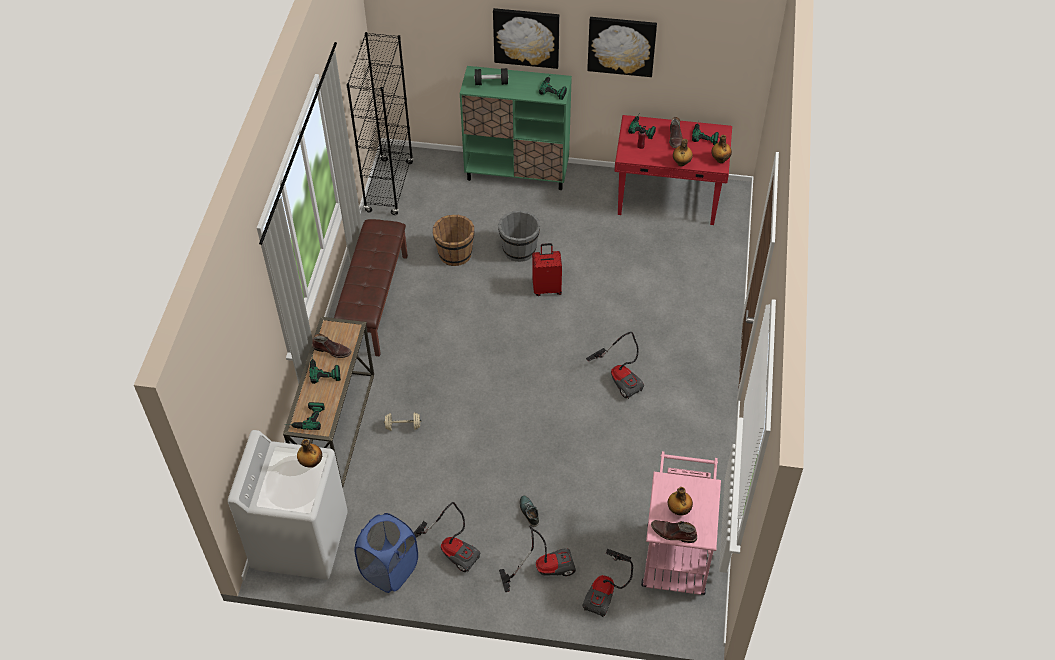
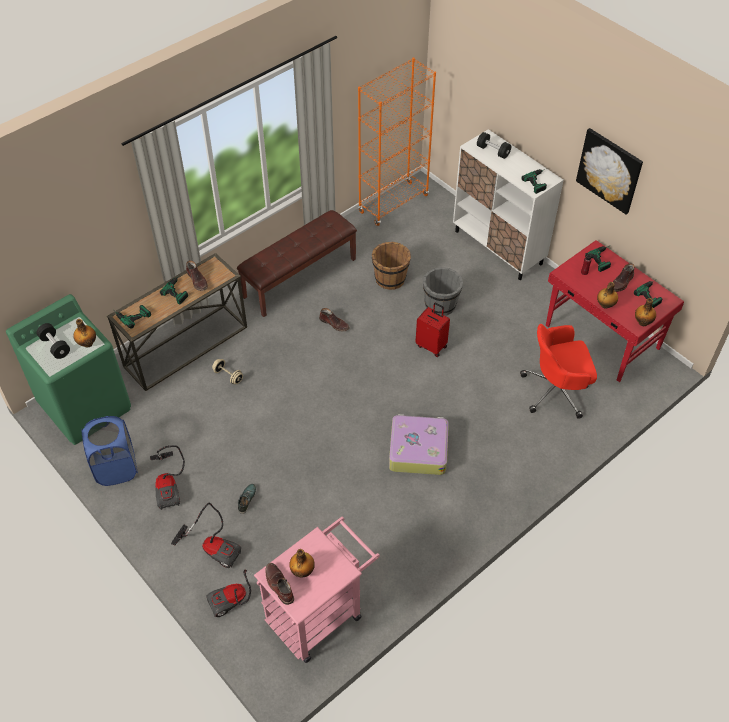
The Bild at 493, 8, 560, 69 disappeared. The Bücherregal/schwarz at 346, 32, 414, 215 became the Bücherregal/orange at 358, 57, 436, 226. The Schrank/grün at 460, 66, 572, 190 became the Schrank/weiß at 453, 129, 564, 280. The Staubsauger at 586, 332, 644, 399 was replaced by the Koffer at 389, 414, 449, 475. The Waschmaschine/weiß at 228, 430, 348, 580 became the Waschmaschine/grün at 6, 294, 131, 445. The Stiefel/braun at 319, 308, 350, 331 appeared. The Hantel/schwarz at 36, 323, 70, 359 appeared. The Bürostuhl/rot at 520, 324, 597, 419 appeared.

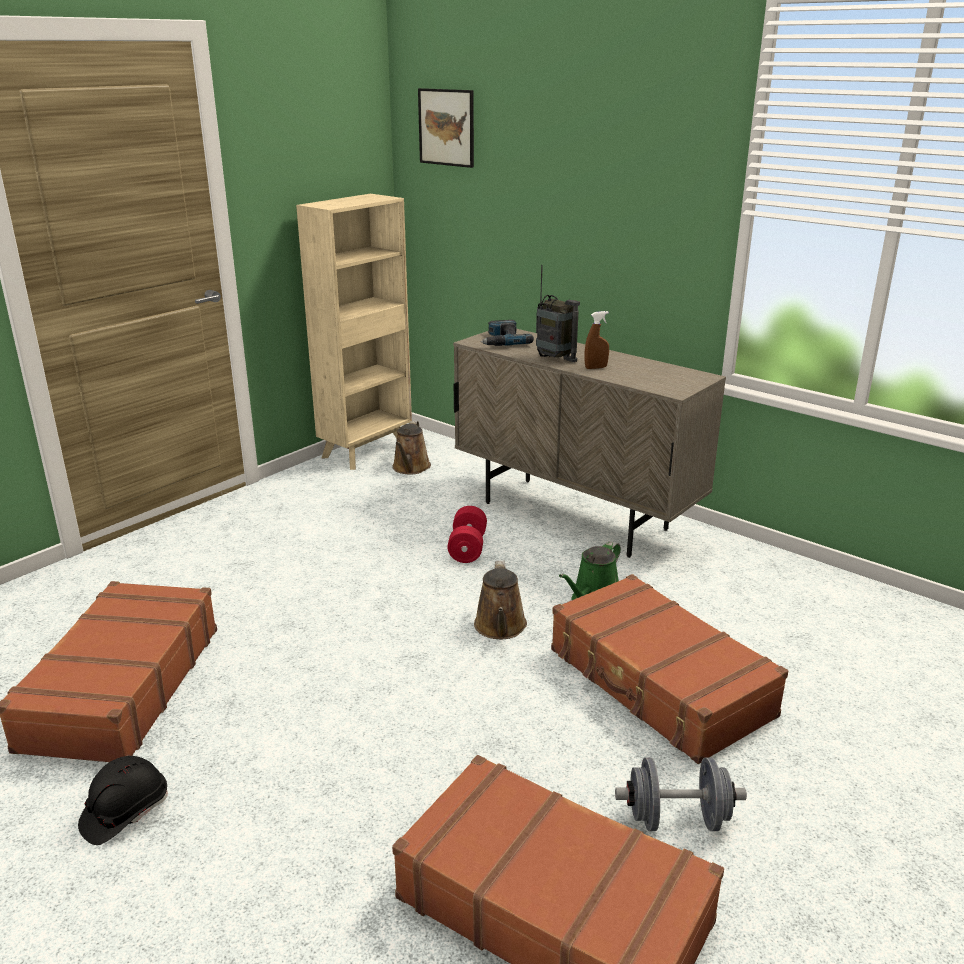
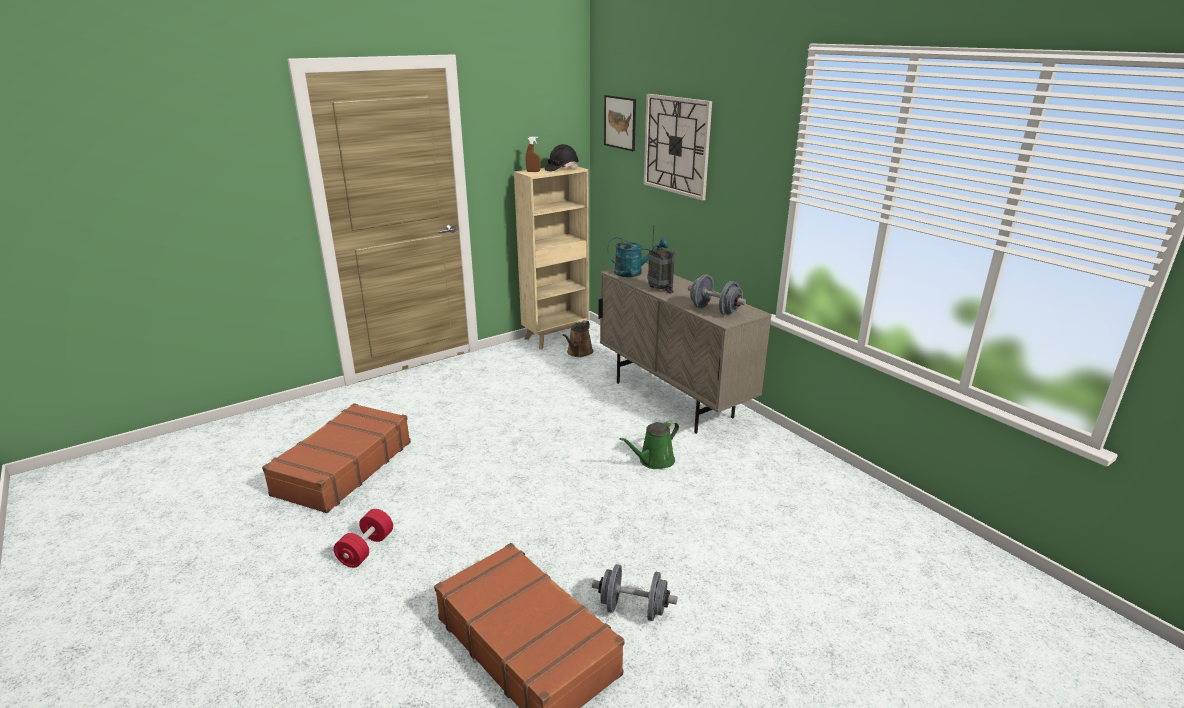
The Sprühflasche/braun moved from 585, 311, 609, 369 to 526, 137, 541, 172. The Bohrmaschine at 481, 320, 534, 346 was replaced by the Gießkanne/türkis at 608, 237, 668, 277. The Hantel/rot moved from 448, 506, 487, 563 to 334, 509, 393, 568. The Gießkanne/braun at 474, 560, 527, 639 disappeared. The Koffer/braun at 551, 574, 788, 764 disappeared. The Schutzhelm/schwarz moved from 78, 756, 168, 845 to 545, 144, 579, 171. The Wanduhr at 644, 94, 712, 201 appeared. The Hantel/grau at 688, 274, 746, 316 appeared.

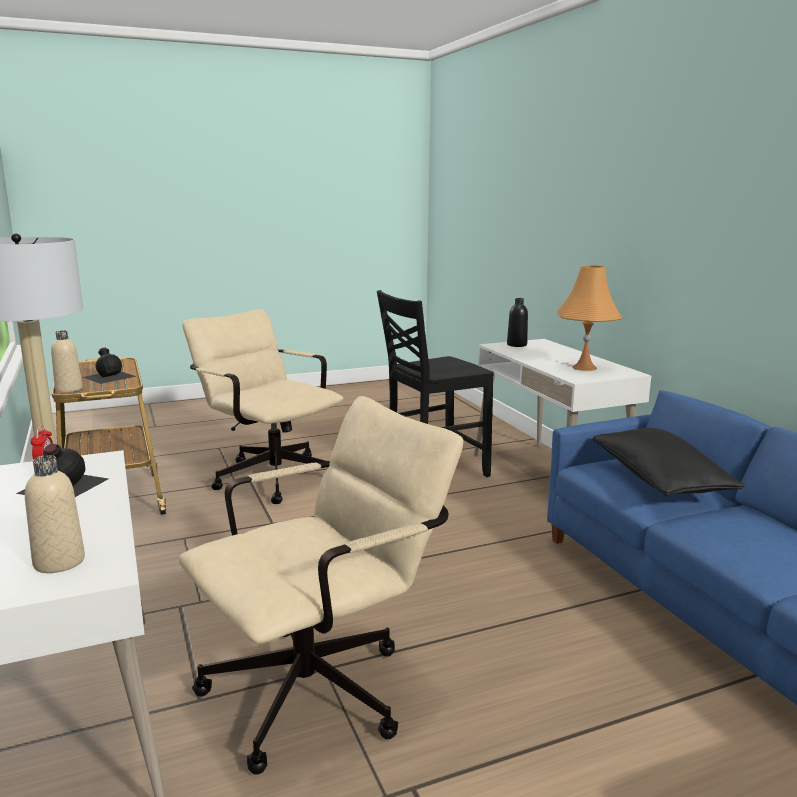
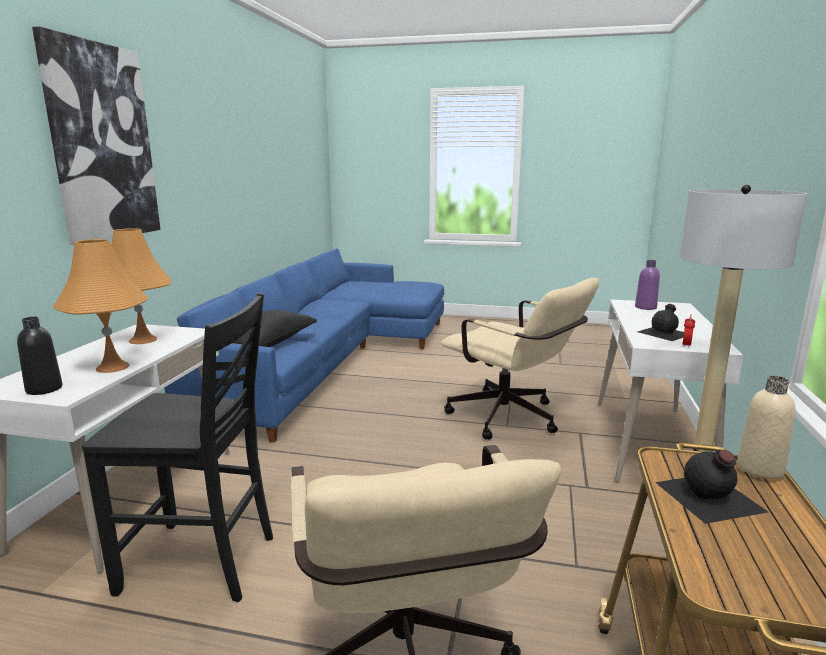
The Bürostuhl/beige at 179, 396, 463, 775 turned 135 degrees counterclockwise. The Flasche/beige at 25, 455, 85, 573 became the Flasche/lila at 635, 260, 660, 310. The Bild at 32, 26, 161, 245 appeared. The Tischlampe/orange at 53, 239, 149, 373 appeared.

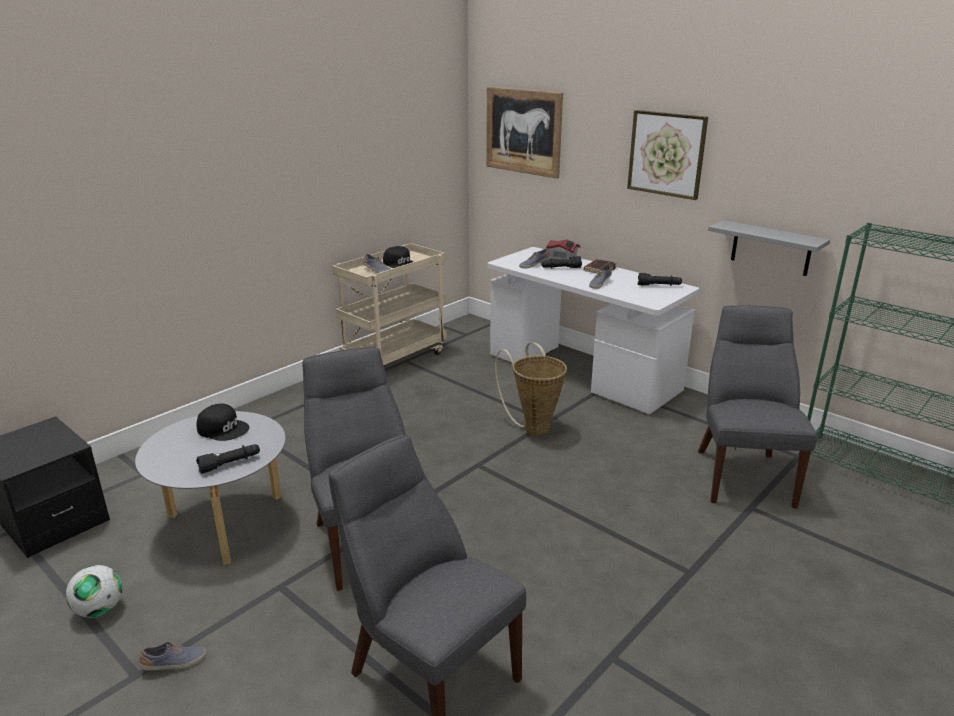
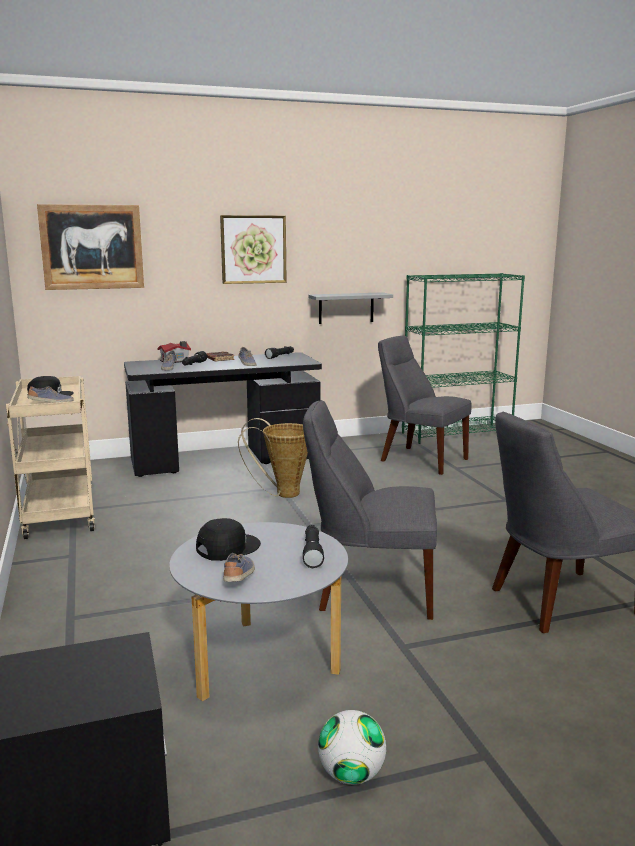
The Schreibtisch/weiß at 488, 247, 699, 414 became the Schreibtisch/schwarz at 124, 352, 322, 477. The Schuh moved from 139, 642, 207, 671 to 223, 553, 255, 582.

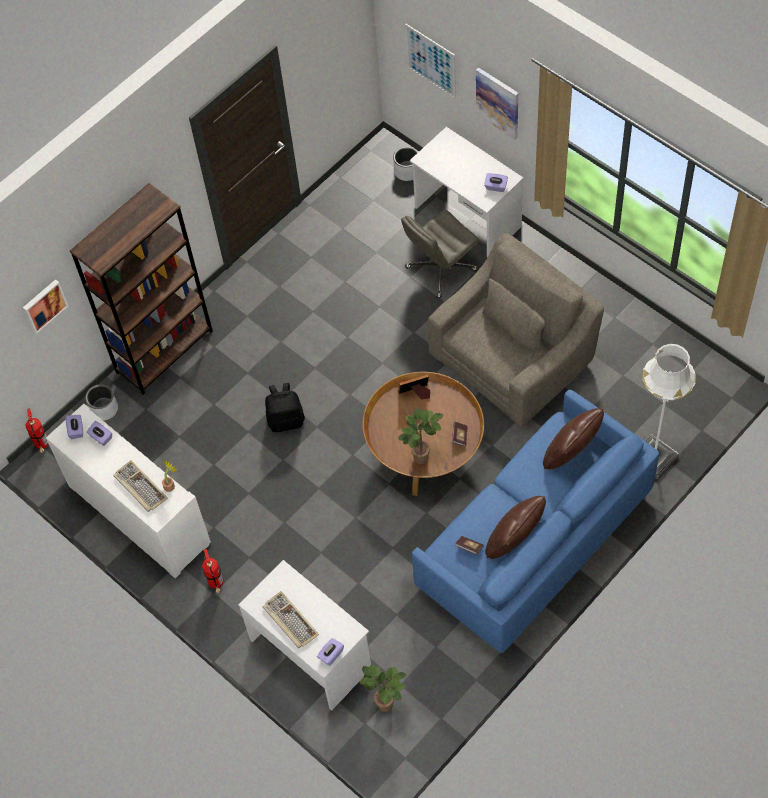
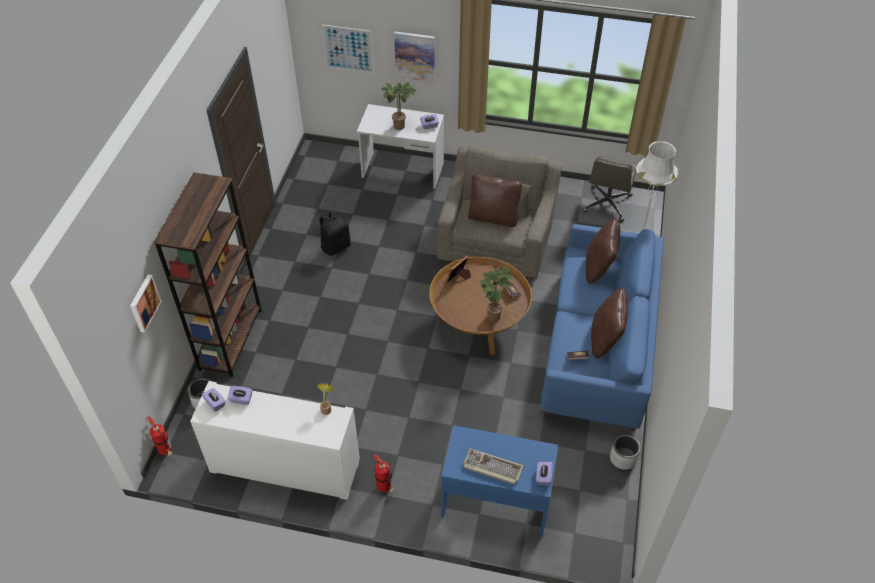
The Pflanzkübel/grau moved from 393, 146, 418, 181 to 610, 434, 641, 470. The Bürostuhl/grau moved from 401, 210, 479, 298 to 583, 156, 637, 221. The Rucksack/schwarz moved from 265, 383, 305, 432 to 319, 211, 351, 256. The Tastatur at 113, 460, 168, 512 disappeared. The Schreibtisch/weiß at 239, 560, 371, 711 became the Schreibtisch/blau at 441, 425, 559, 537. The Topfpflanze moved from 360, 665, 406, 712 to 381, 82, 417, 130. The Kissen/braun at 468, 174, 522, 227 appeared.

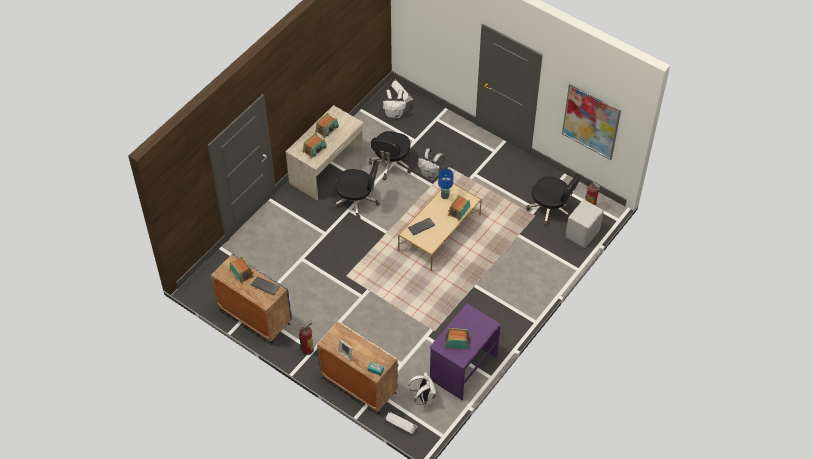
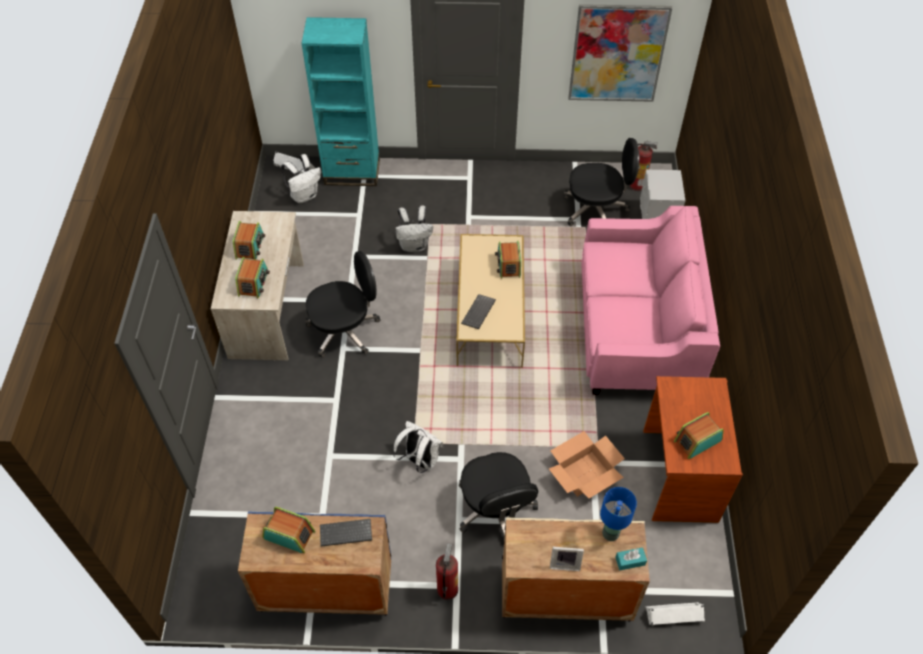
The Bürostuhl/schwarz moved from 369, 131, 411, 180 to 459, 452, 538, 536. The Tischlampe/blau moved from 438, 169, 454, 199 to 600, 487, 637, 541. The Schreibtisch/lila at 429, 304, 501, 400 became the Schreibtisch/braun at 643, 376, 743, 523. The Rucksack/weiß moved from 408, 372, 437, 406 to 393, 421, 444, 473. The Bücherregal/türkis at 302, 17, 380, 186 appeared. The Sofa/rosa at 581, 206, 720, 395 appeared. The Karton at 549, 431, 625, 498 appeared.

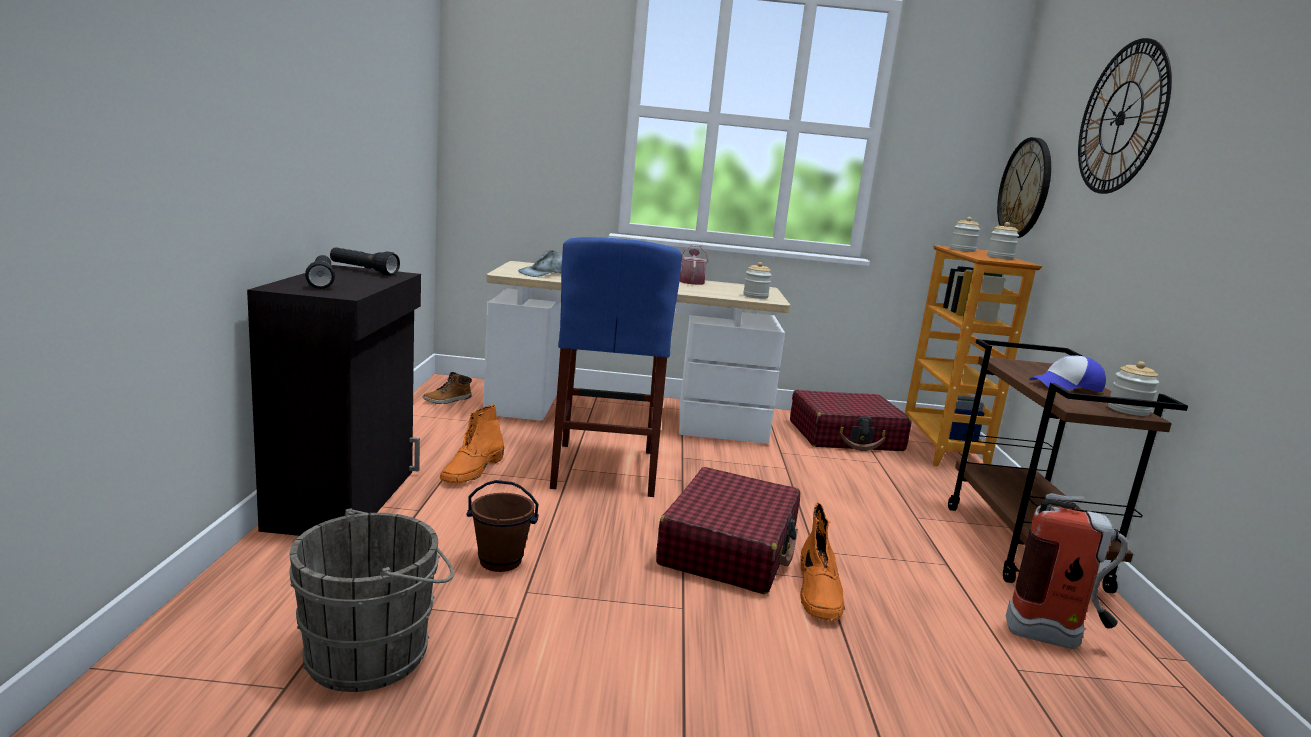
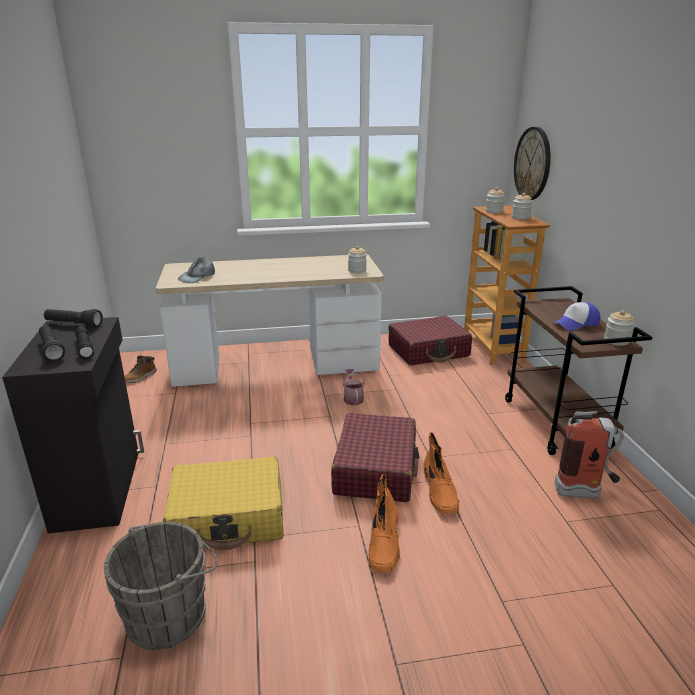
The Wanduhr at 1078, 38, 1172, 194 disappeared. The Hocker/blau at 550, 237, 682, 497 disappeared. The Gießkanne moved from 680, 245, 708, 285 to 343, 369, 365, 405. The Stiefel/orange moved from 440, 404, 504, 483 to 369, 474, 400, 573. The Eimer/braun at 466, 480, 539, 572 was replaced by the Koffer/gelb at 163, 457, 284, 550. The Taschenlampe/schwarz at 75, 326, 94, 358 appeared.

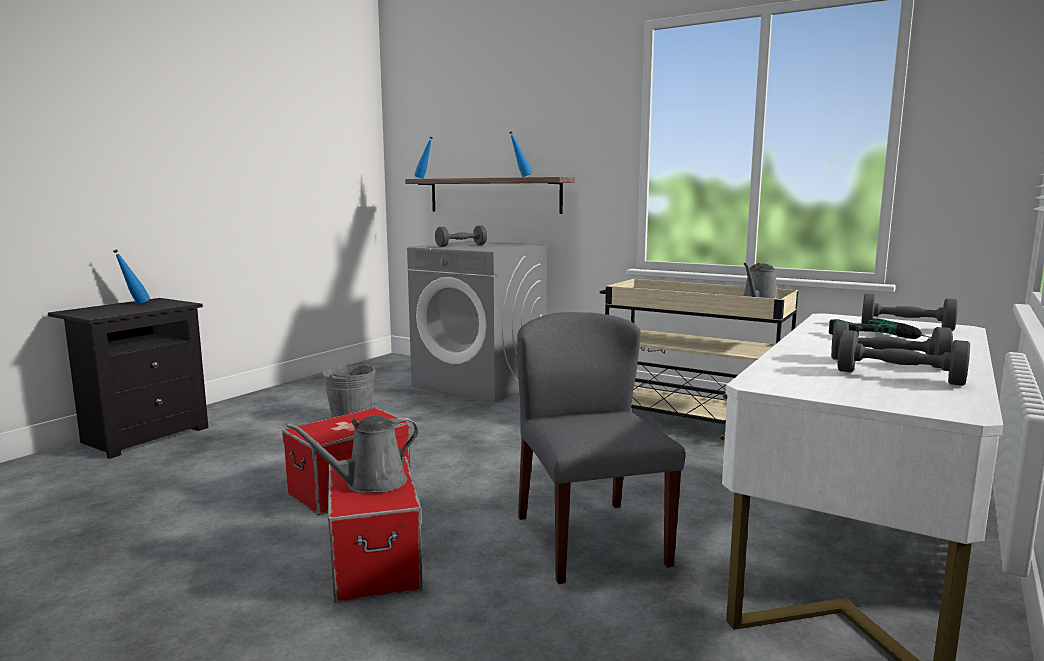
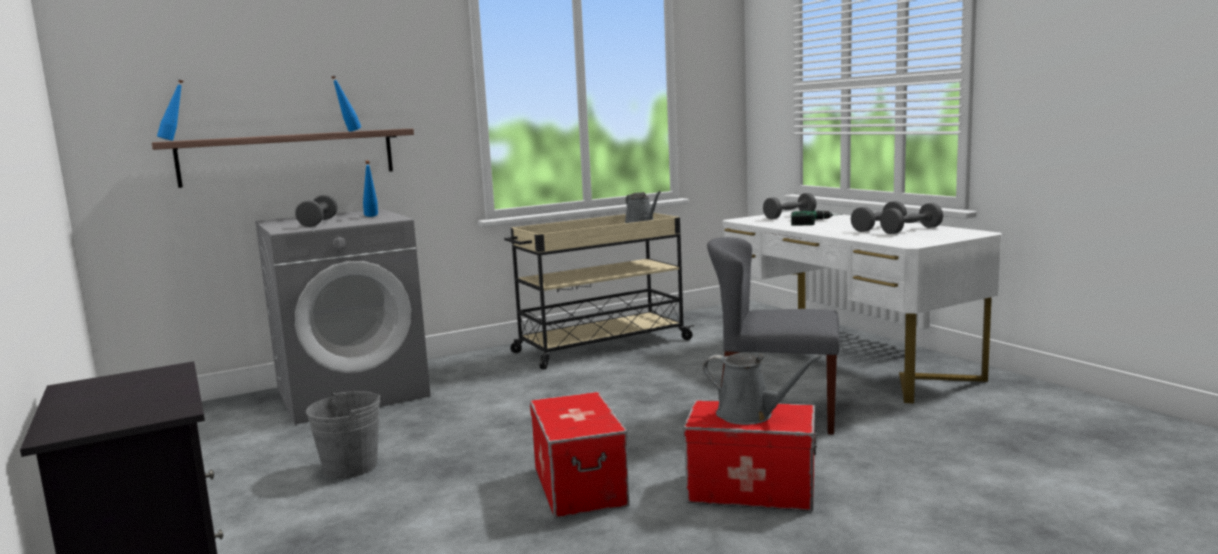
The Flasche/blau moved from 113, 249, 150, 304 to 363, 160, 378, 217. The Gießkanne/grau at 286, 416, 418, 493 turned 60 degrees counterclockwise.

